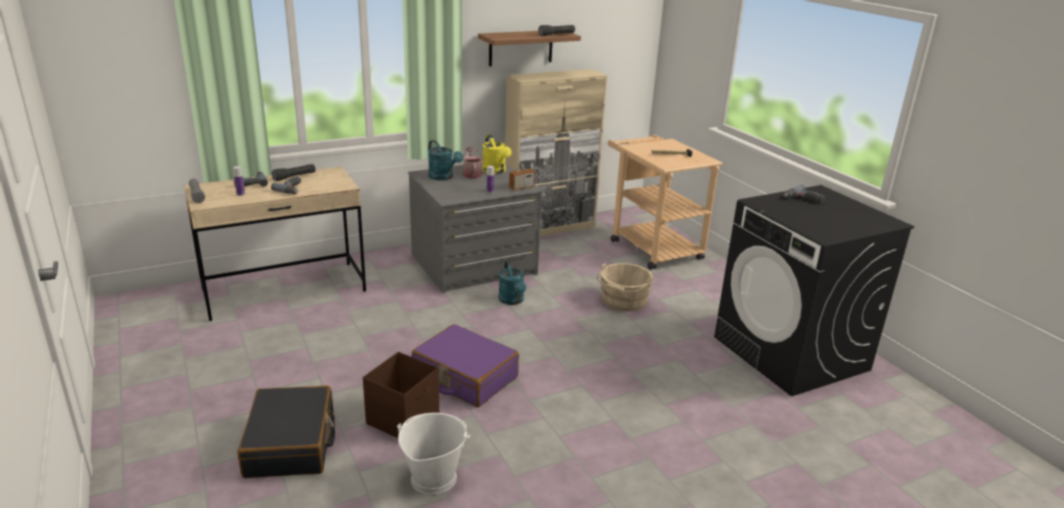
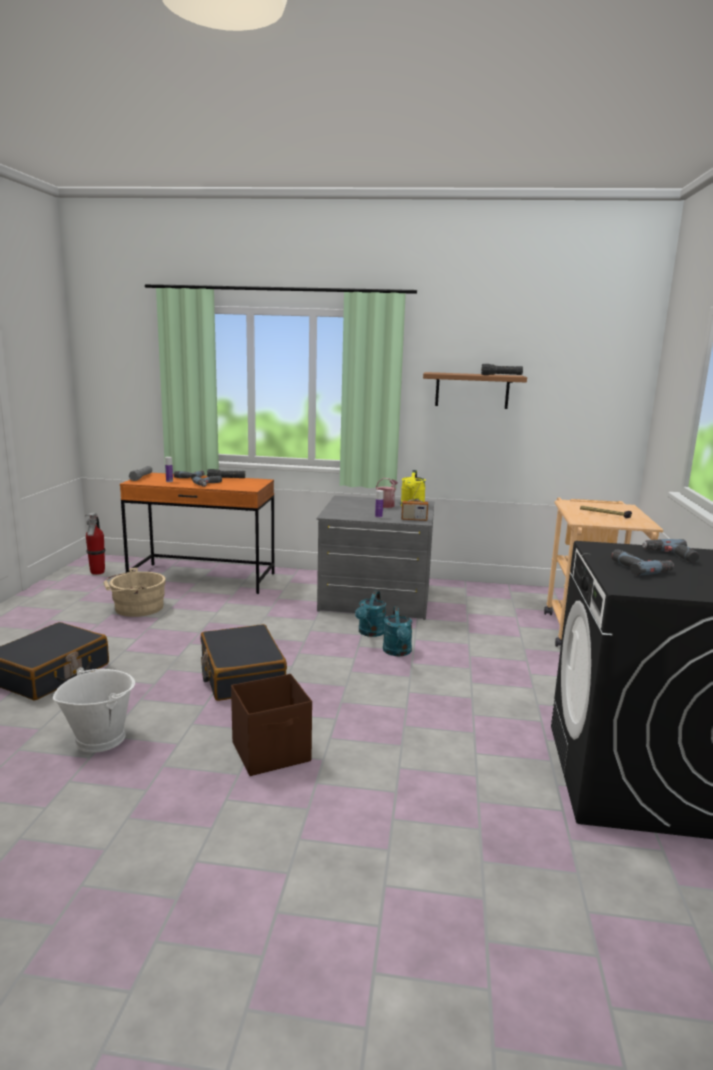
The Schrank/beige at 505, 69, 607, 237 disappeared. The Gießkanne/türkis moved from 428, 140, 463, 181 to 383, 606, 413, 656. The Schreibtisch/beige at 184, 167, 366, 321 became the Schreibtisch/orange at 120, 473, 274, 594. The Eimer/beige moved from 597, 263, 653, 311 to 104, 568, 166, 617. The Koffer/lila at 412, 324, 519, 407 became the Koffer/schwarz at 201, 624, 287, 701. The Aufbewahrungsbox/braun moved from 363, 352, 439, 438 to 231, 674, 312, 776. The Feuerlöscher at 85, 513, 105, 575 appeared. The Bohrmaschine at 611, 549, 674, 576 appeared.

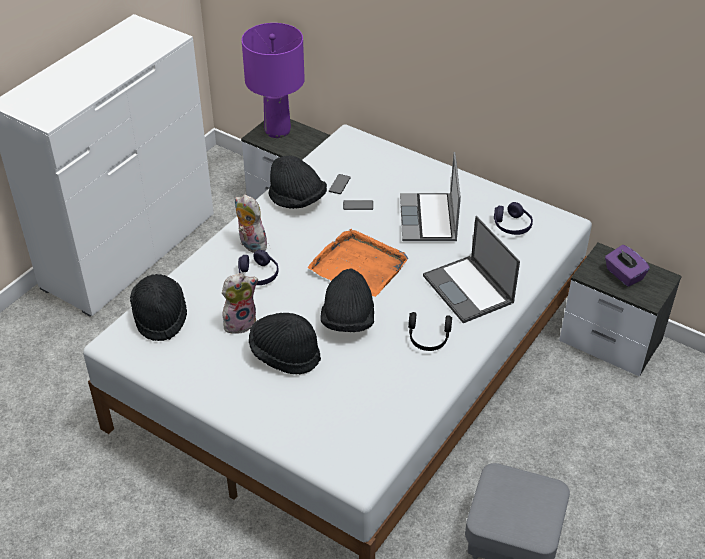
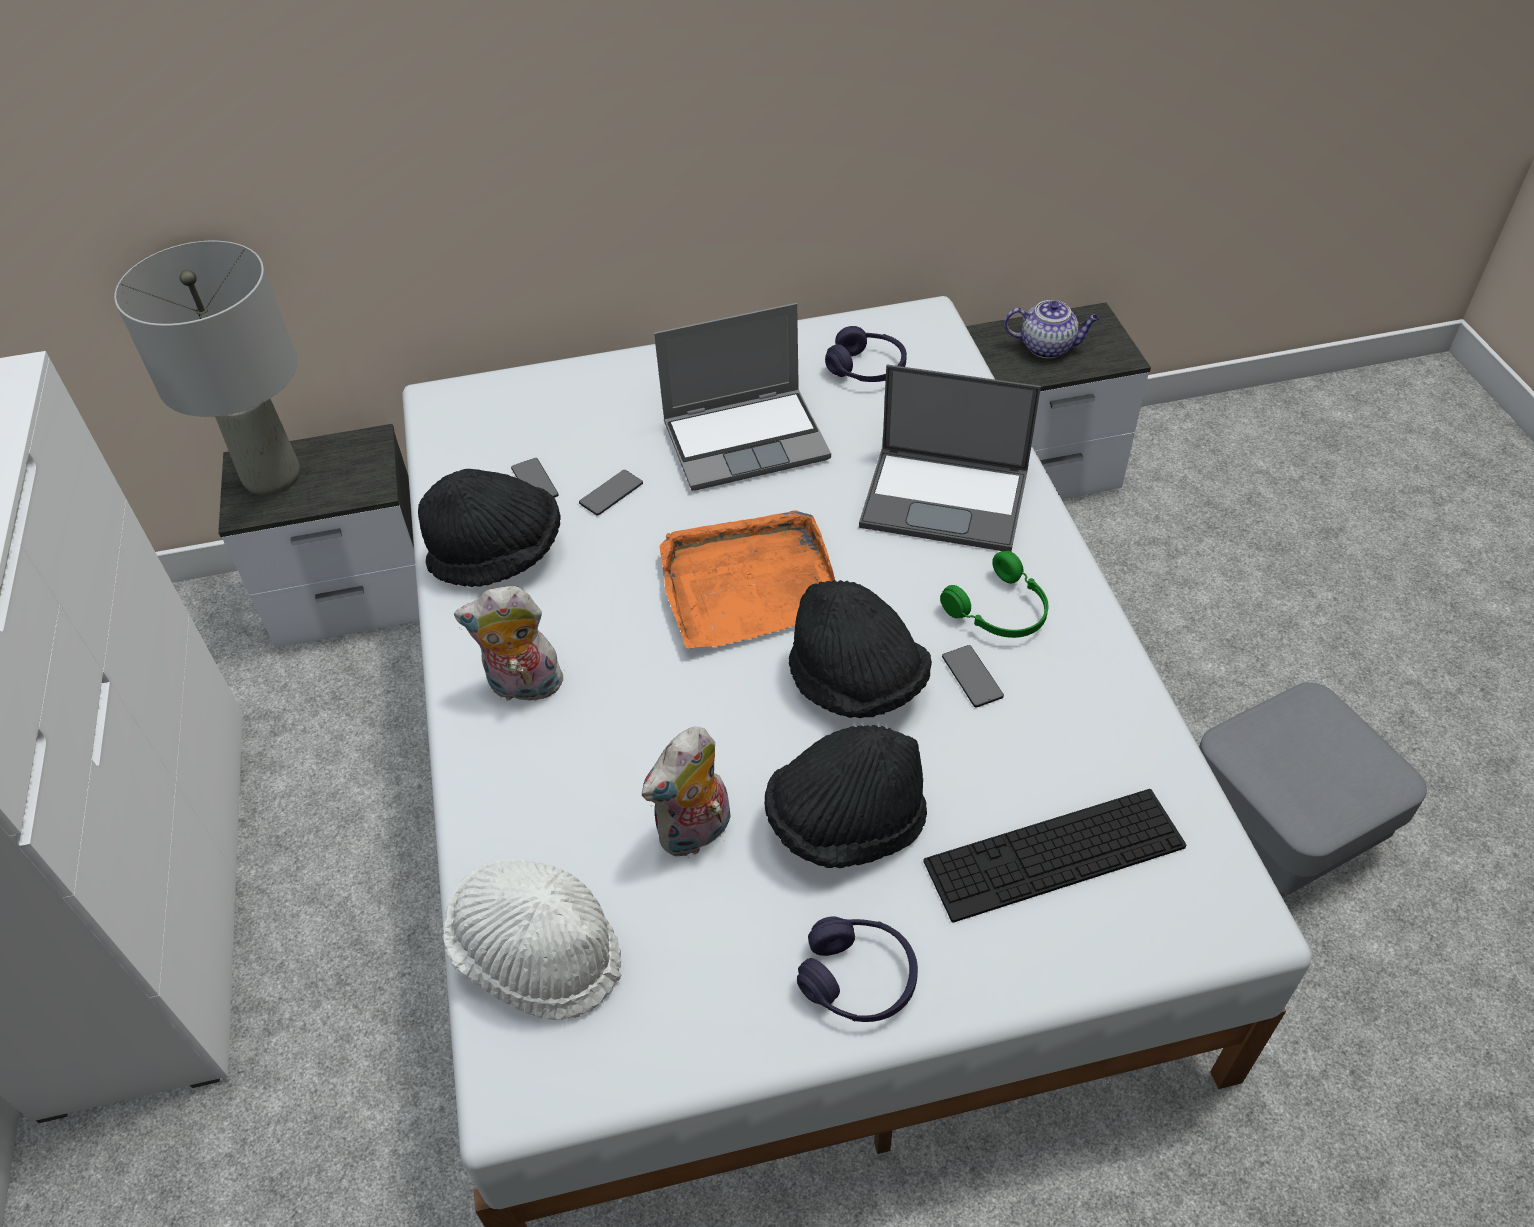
The Tischlampe/lila at 242, 23, 305, 138 became the Tischlampe/grau at 114, 241, 300, 496. The Laptop at 400, 152, 461, 241 turned 60 degrees counterclockwise. The Taschentuchbox/lila at 605, 245, 650, 287 was replaced by the Teekanne at 1004, 300, 1100, 358. The Kopfhörer/lila moved from 238, 250, 279, 285 to 797, 916, 918, 1022. The Plüschtier at 222, 273, 258, 336 turned 150 degrees counterclockwise. The Hut/schwarz at 130, 274, 187, 341 became the Hut/weiß at 443, 859, 622, 1020. The Kopfhörer/schwarz at 408, 312, 452, 351 became the Kopfhörer/grün at 940, 551, 1048, 638. The Handy at 942, 645, 1004, 708 appeared. The Tastatur at 923, 789, 1187, 923 appeared.

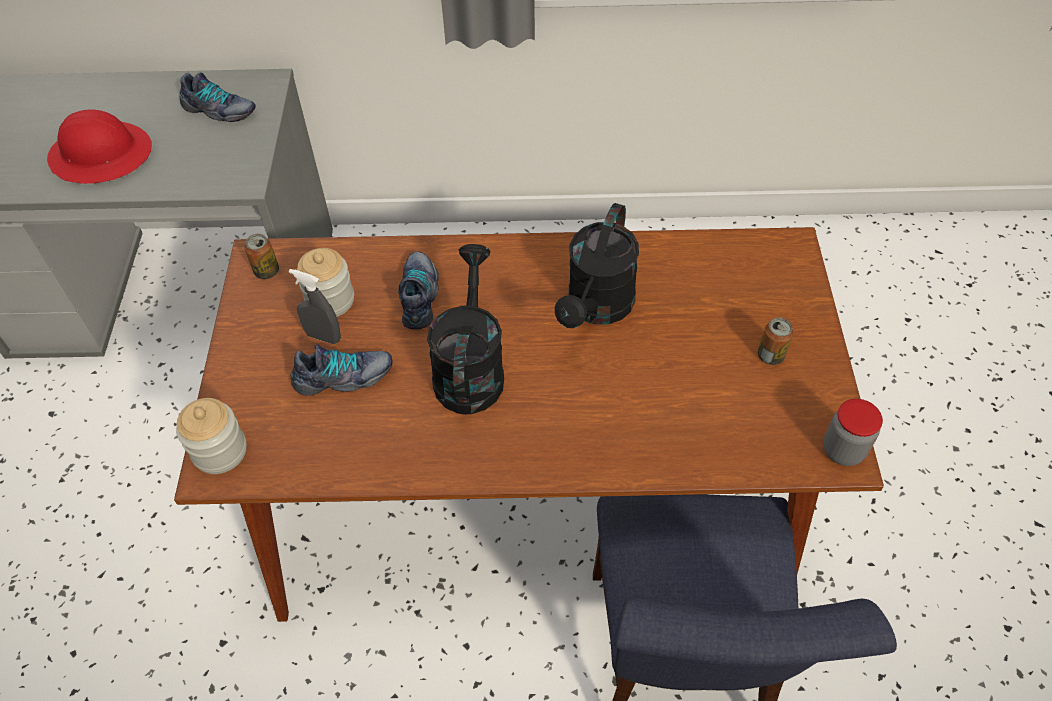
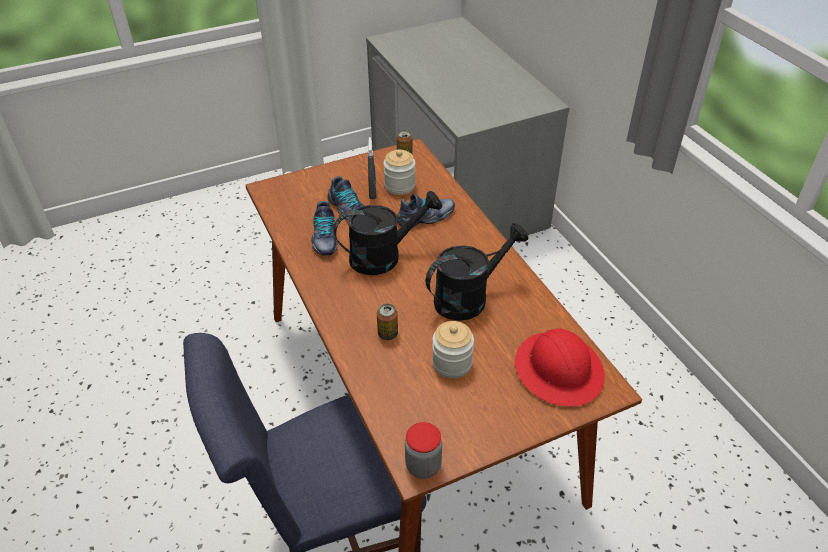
The Schuh moved from 179, 73, 256, 122 to 311, 201, 338, 256. The Schutzhelm/rot moved from 47, 110, 152, 184 to 515, 328, 605, 406. The Gießkanne/schwarz at 555, 203, 639, 328 turned 150 degrees clockwise. The Dose moved from 758, 317, 793, 365 to 377, 304, 398, 340. The Vorratsglas moved from 176, 398, 247, 474 to 432, 321, 474, 378.

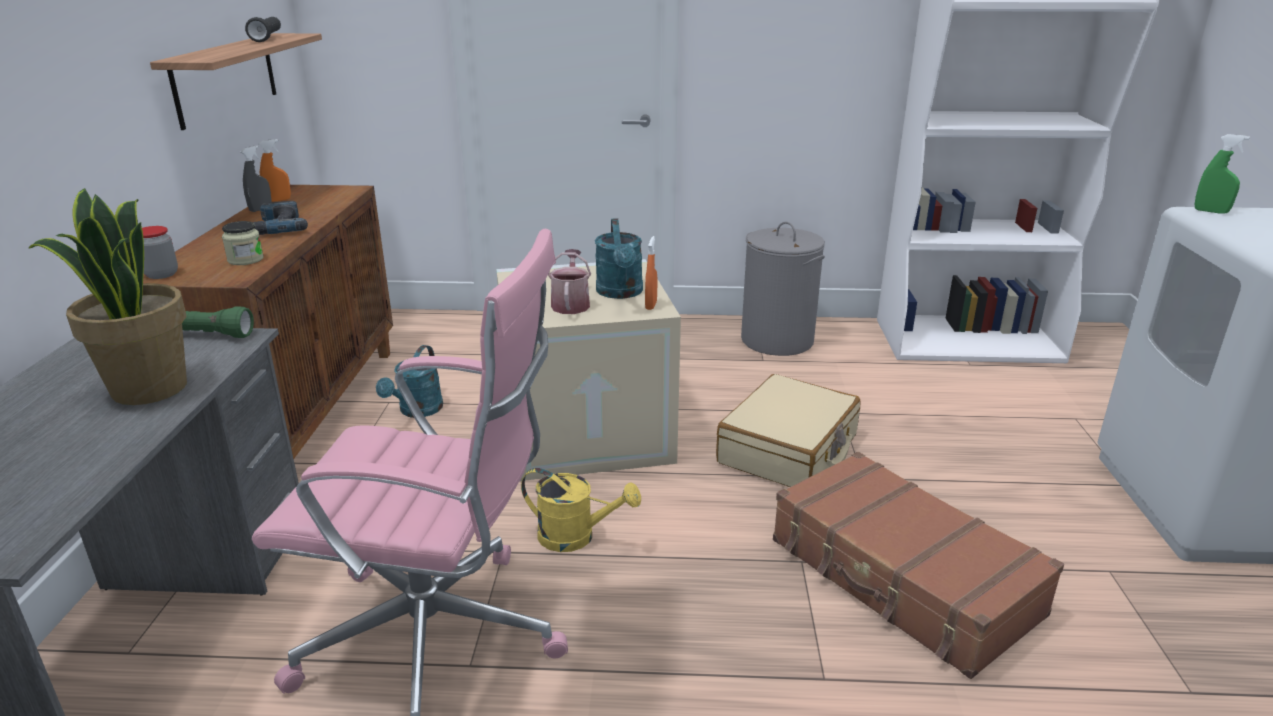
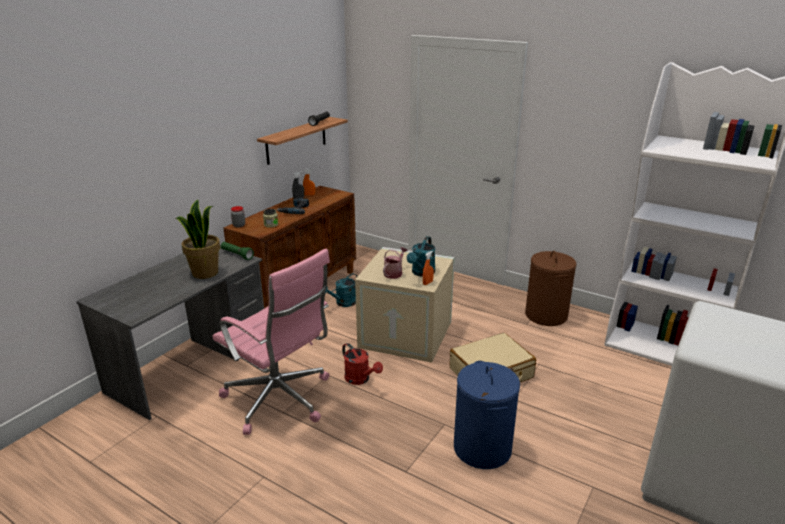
The Sprühflasche/grün at 1195, 134, 1250, 214 disappeared. The Wäschekorb/grau at 741, 221, 825, 356 became the Wäschekorb/braun at 525, 251, 576, 326. The Koffer/braun at 773, 452, 1064, 679 was replaced by the Wäschekorb/blau at 454, 361, 520, 469. The Gießkanne/gelb at 521, 468, 641, 552 became the Gießkanne/rot at 342, 343, 383, 385.

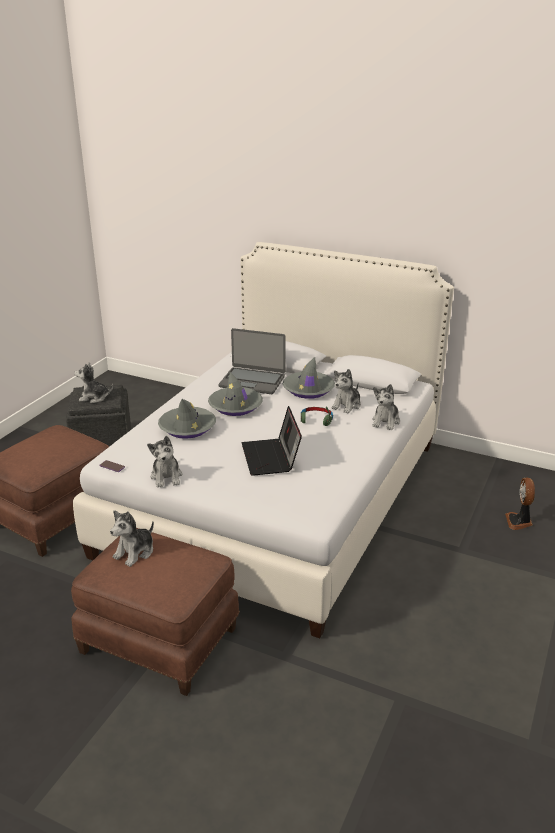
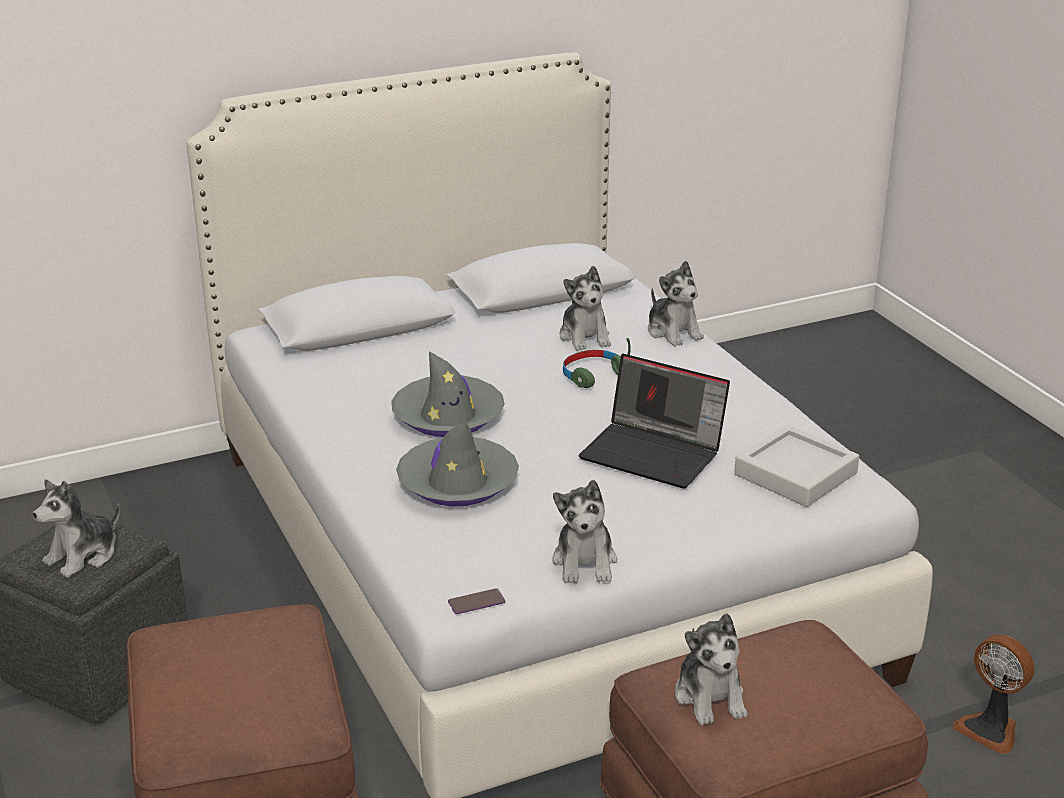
The Laptop at 219, 328, 286, 394 disappeared. The Hut/grau at 283, 357, 335, 399 disappeared. The Plüschtier at 147, 436, 182, 487 turned 60 degrees clockwise. The Ventilator moved from 505, 477, 535, 530 to 953, 634, 1034, 754. The Tablett/grau at 734, 425, 859, 507 appeared.

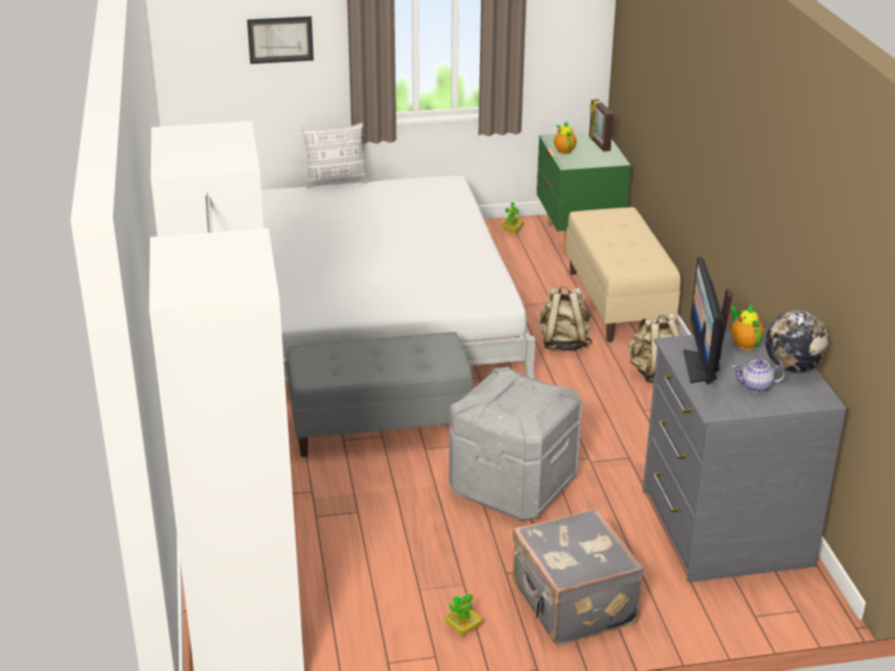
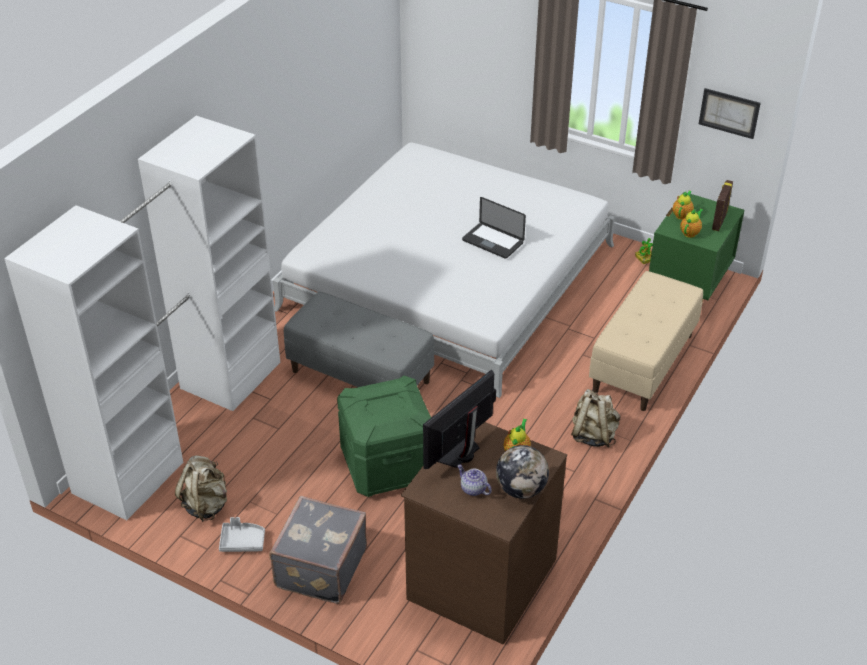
The Bild moved from 247, 16, 314, 64 to 699, 88, 761, 139. The Kissen at 302, 123, 368, 188 disappeared. The Rucksack/beige moved from 539, 286, 592, 351 to 175, 455, 227, 522. The Kommode/grau at 643, 328, 847, 582 became the Kommode/braun at 401, 422, 567, 644. The Aufbewahrungsbox/grau at 449, 367, 582, 520 became the Aufbewahrungsbox/grün at 337, 375, 431, 497. The Topfpflanze at 445, 594, 482, 636 was replaced by the Tablett/grau at 219, 517, 265, 552. The Laptop at 462, 197, 526, 259 appeared. The Teekanne at 680, 209, 703, 238 appeared.

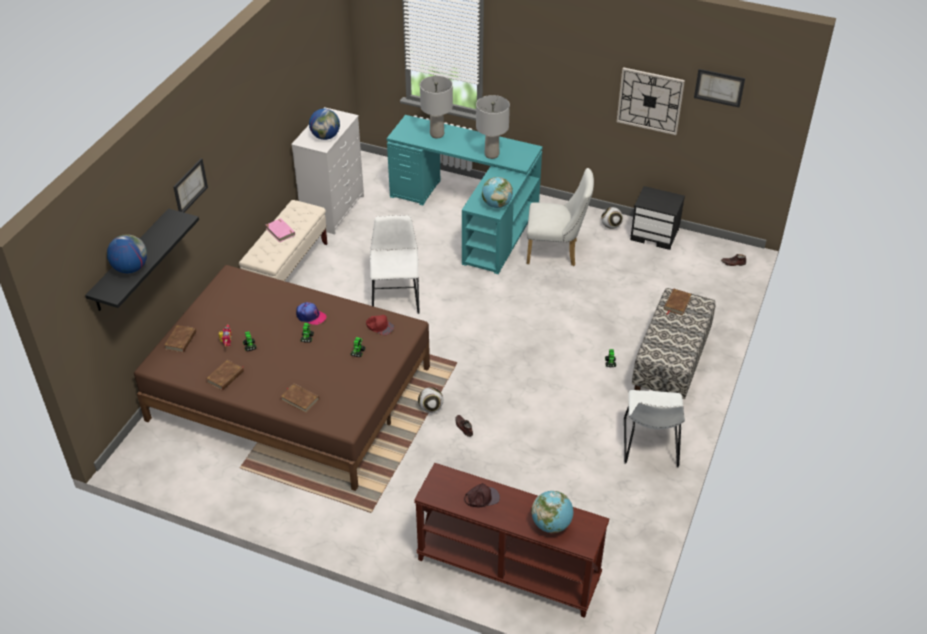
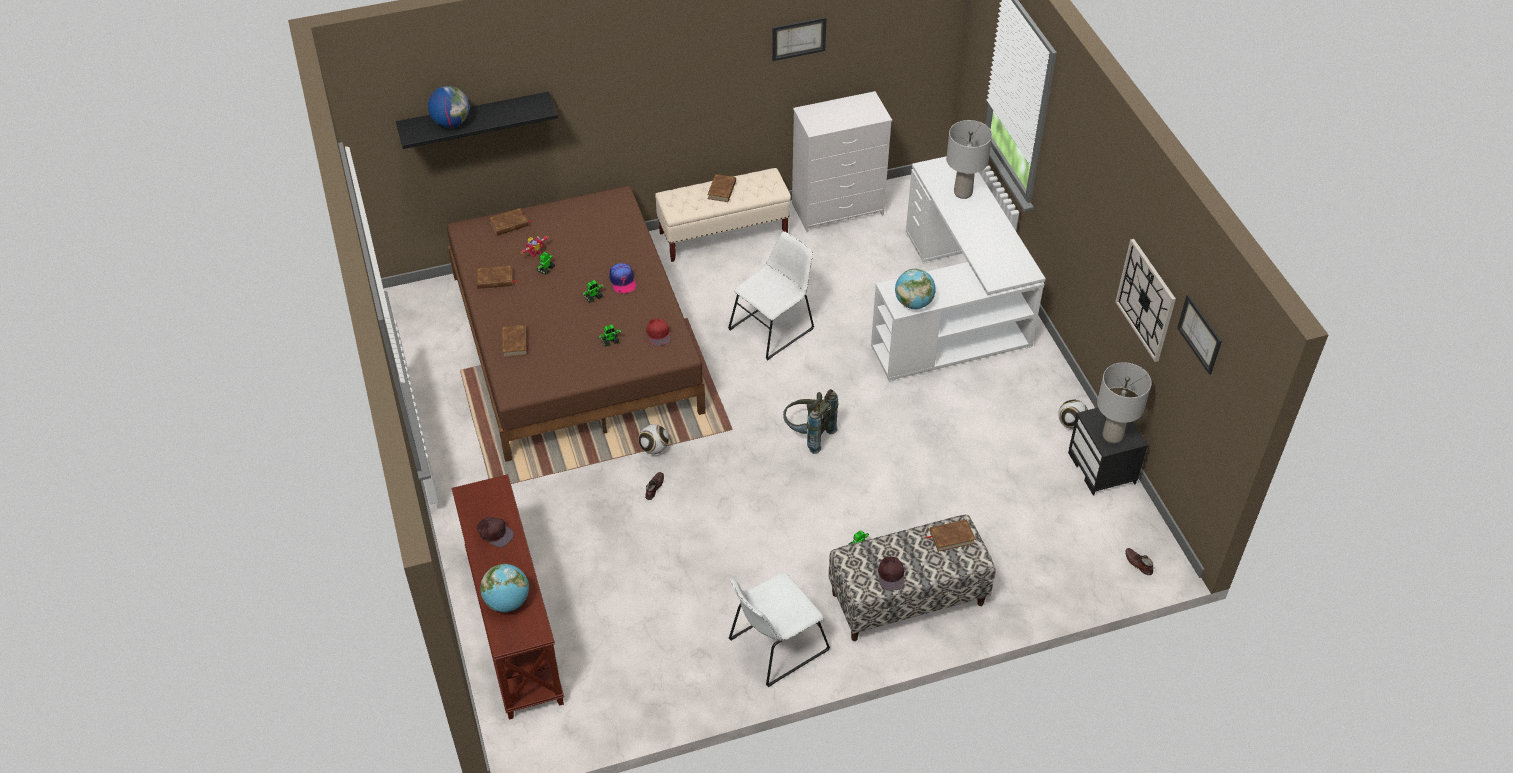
The Tischlampe/grau moved from 476, 95, 510, 159 to 1097, 362, 1152, 444. The Globus at 309, 109, 340, 140 disappeared. The Schreibtisch/türkis at 387, 115, 543, 274 became the Schreibtisch/weiß at 871, 156, 1046, 382. The Bild moved from 173, 158, 208, 213 to 772, 17, 827, 61. The Stuhl/weiß at 527, 168, 594, 266 disappeared. The Buch/rosa at 266, 218, 295, 242 became the Buch/braun at 707, 174, 736, 202. The Rucksack/grau at 783, 389, 838, 454 appeared. The Kappe/braun at 878, 557, 904, 590 appeared.

